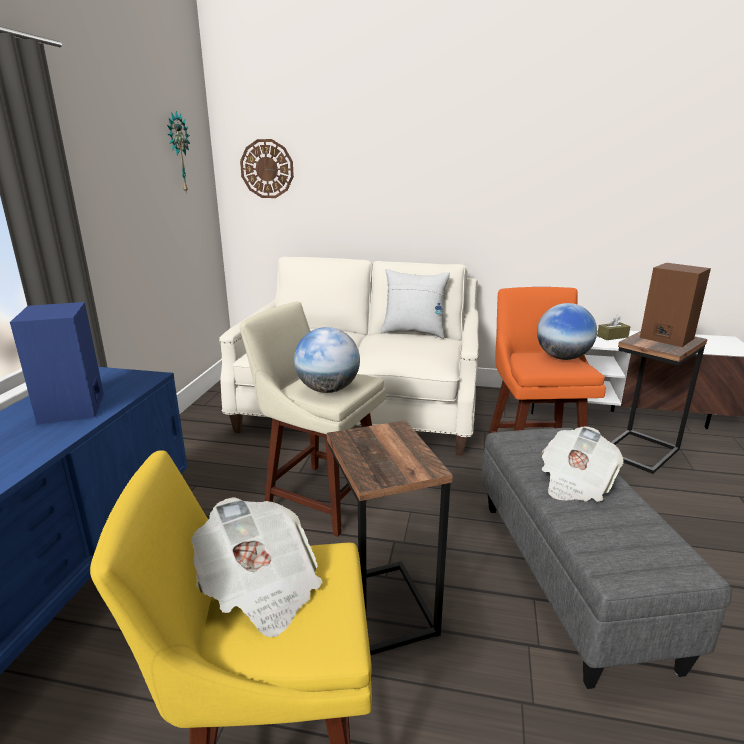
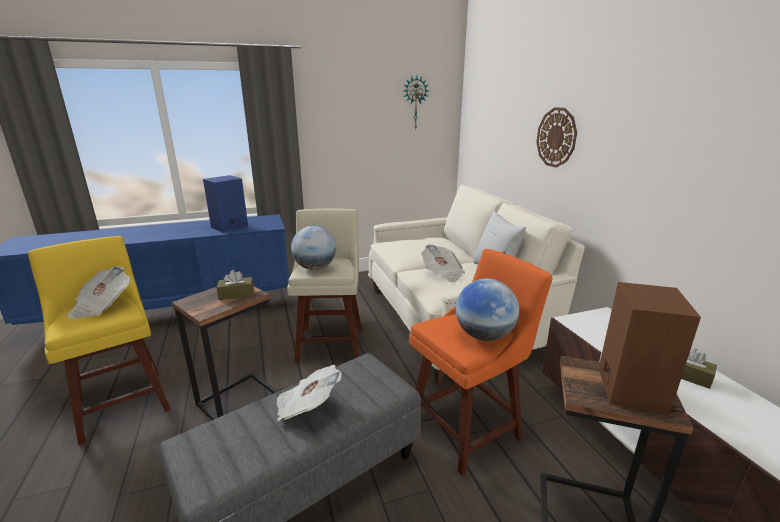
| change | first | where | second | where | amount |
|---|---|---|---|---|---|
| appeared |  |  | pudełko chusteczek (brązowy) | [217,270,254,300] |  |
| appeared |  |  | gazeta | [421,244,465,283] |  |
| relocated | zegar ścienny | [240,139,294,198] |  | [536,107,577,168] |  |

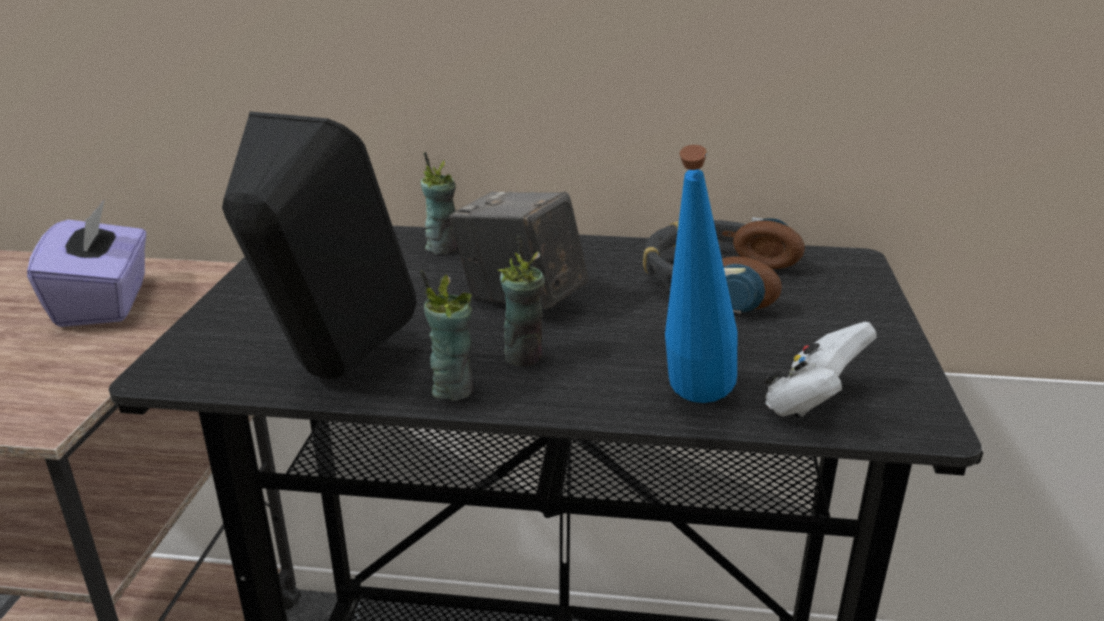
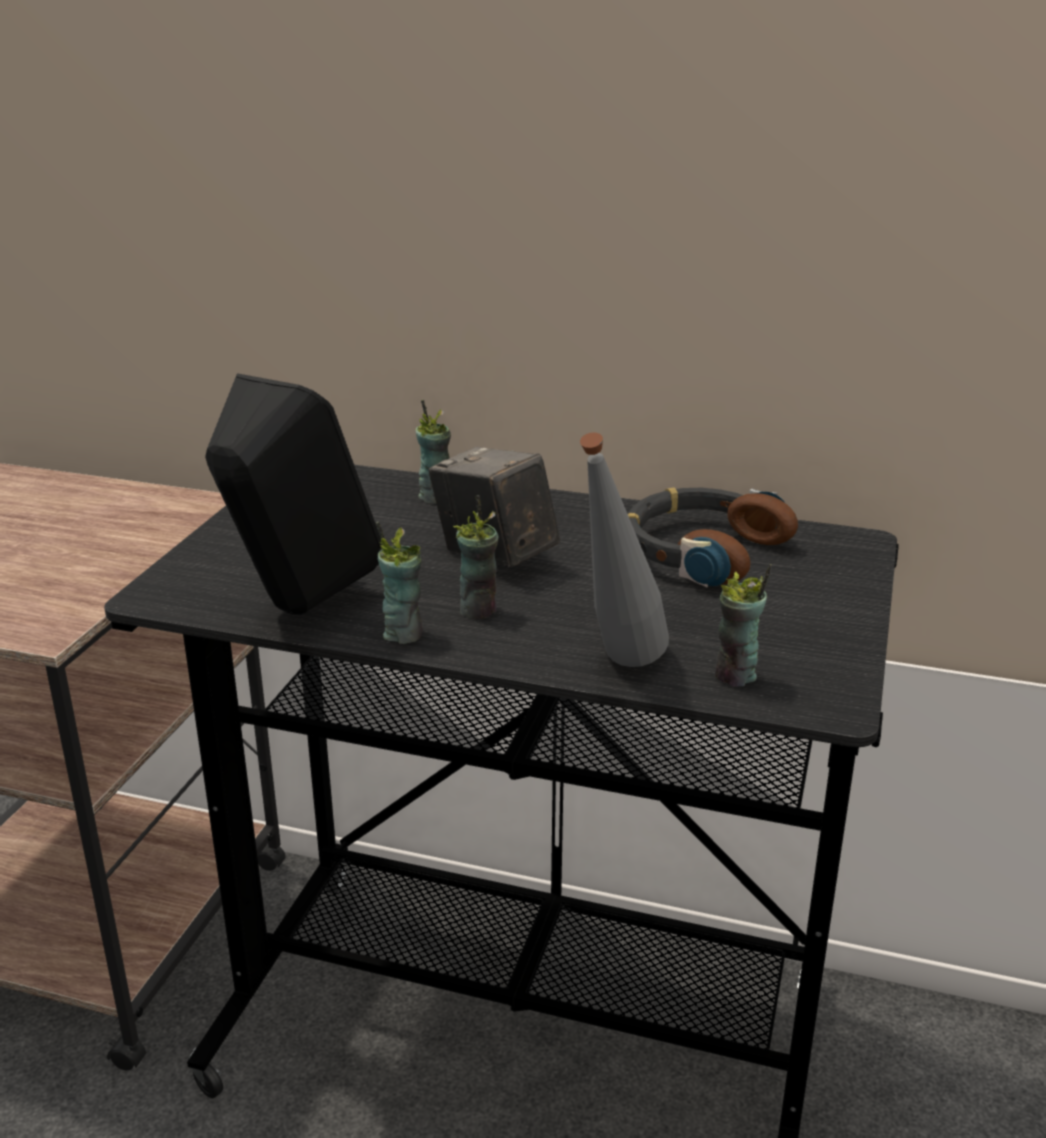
| change | first | where | second | where | amount |
|---|---|---|---|---|---|
| colour | butelka (niebieski) | [665,145,737,403] | butelka (szary) | [580,432,669,667] |  |
| exchanged | pad do gier (biały) | [765,322,877,417] | filiżanka | [715,564,772,686] |  |
| missing | pudełko chusteczek (fioletowy) | [27,200,147,327] |  |  |  |

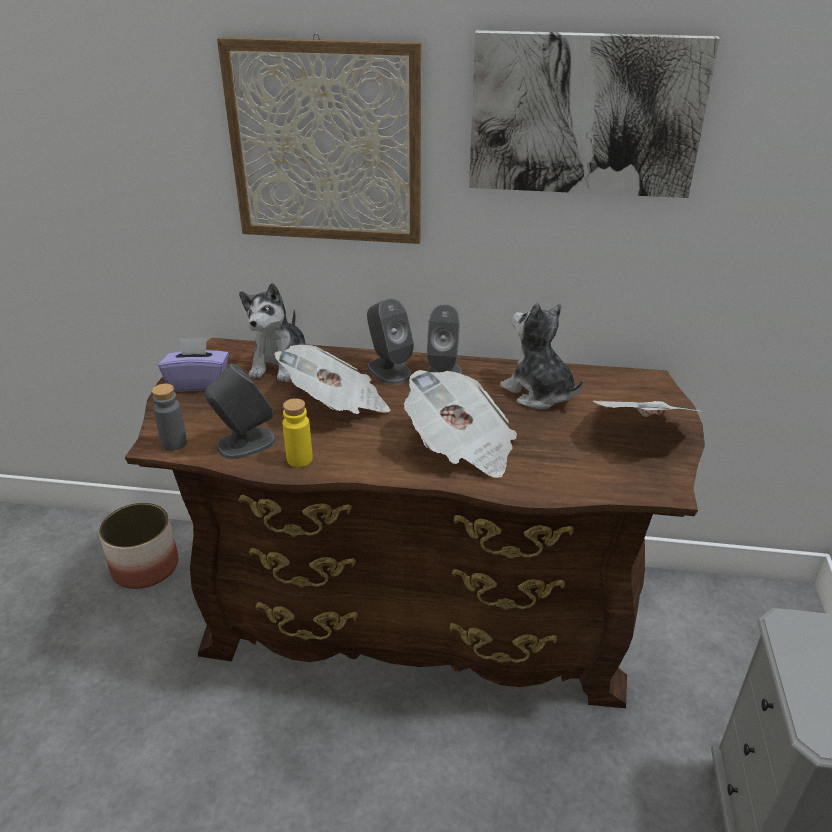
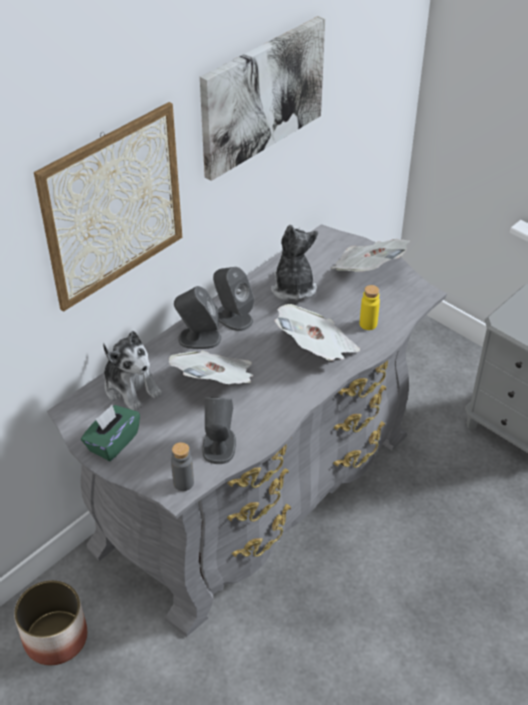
| change | first | where | second | where | amount |
|---|---|---|---|---|---|
| colour | komoda (brązowy) | [124,338,705,708] | komoda (szary) | [47,224,447,637] |  |
| colour | pudełko chusteczek (fioletowy) | [158,338,229,392] | pudełko chusteczek (zielony) | [81,405,140,461] |  |
| spun | pluszak | [500,302,584,409] |  | [271,225,318,300] | 90 degrees clockwise |
| relocated | butelka (żółty) | [282,398,313,467] |  | [360,285,380,330] |  |

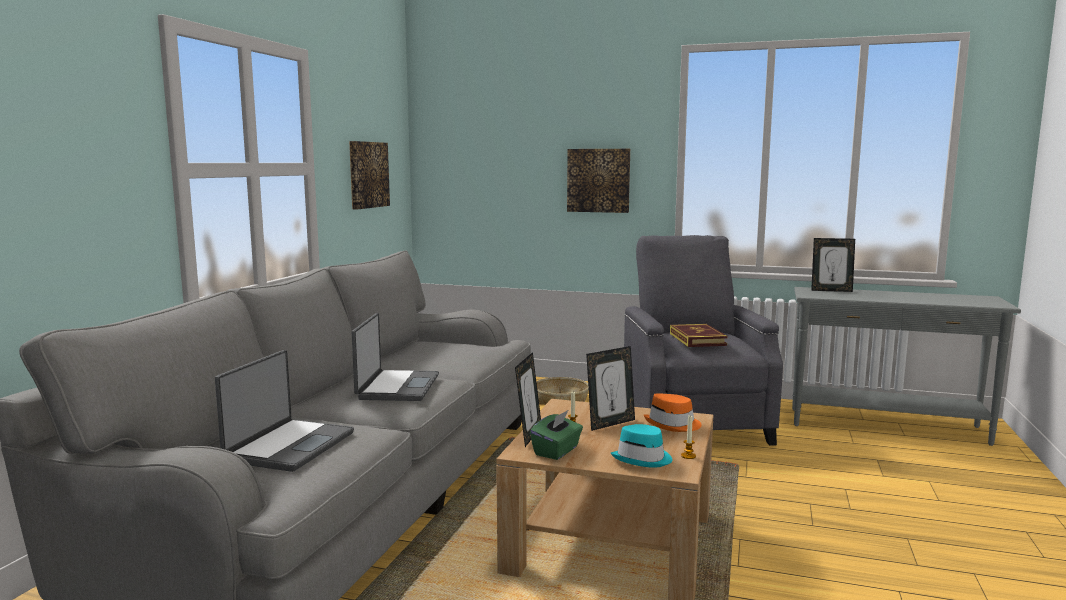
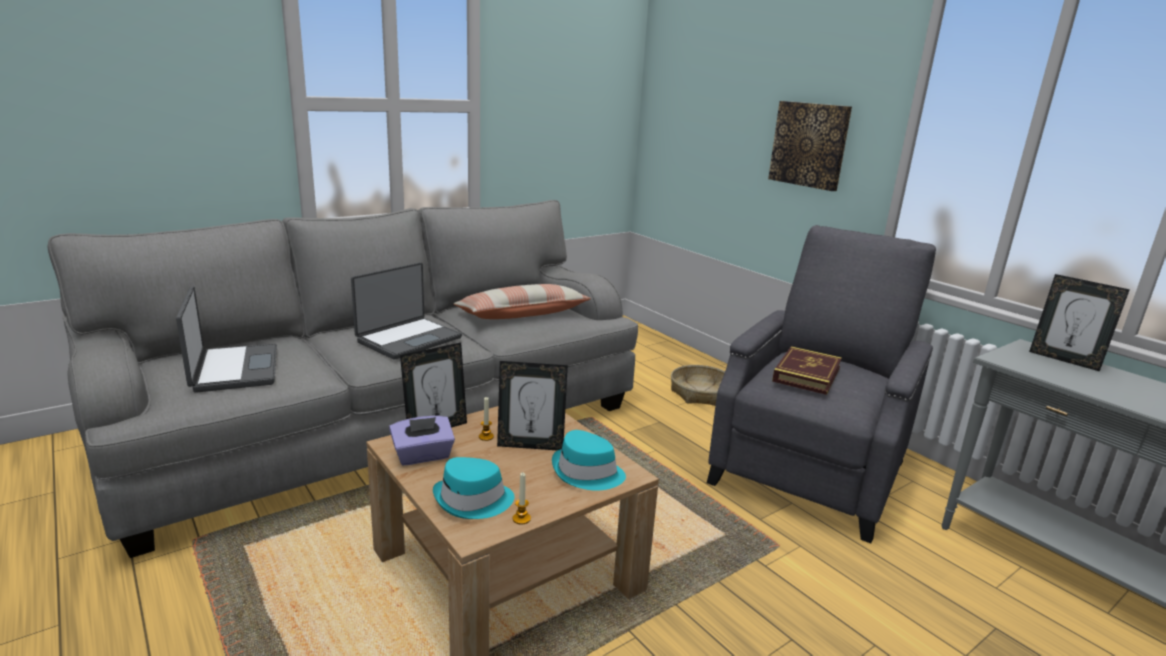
| change | first | where | second | where | amount |
|---|---|---|---|---|---|
| spun | laptop | [215,350,354,472] |  | [176,286,277,393] | 75 degrees counterclockwise |
| colour | pudełko chusteczek (zielony) | [530,410,583,460] | pudełko chusteczek (fioletowy) | [389,416,455,465] |  |
| appeared |  |  | poduszka | [453,284,591,319] |  |
| colour | kapelusz (pomarańczowy) | [643,393,702,432] | kapelusz (turkusowy) | [552,430,626,491] |  |
| missing | obraz | [349,141,390,209] |  |  |  |

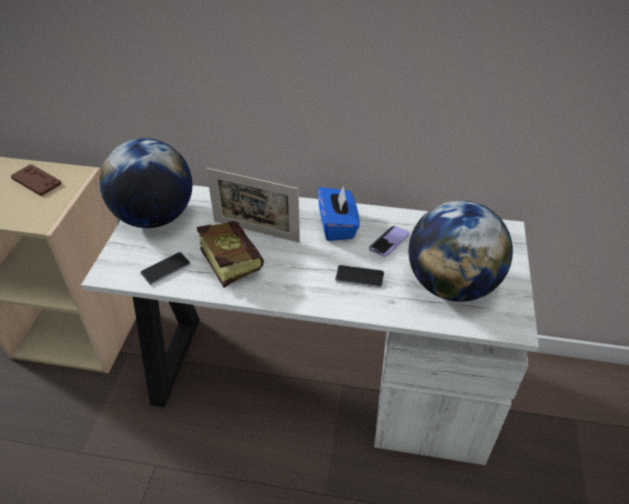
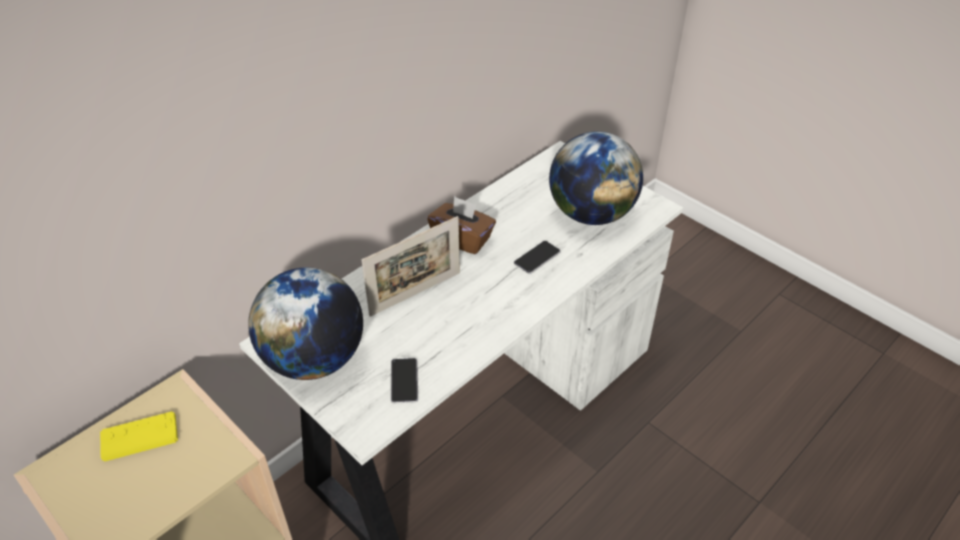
| change | first | where | second | where | amount |
|---|---|---|---|---|---|
| colour | pad do gier (brązowy) | [11,164,61,196] | pad do gier (żółty) | [100,411,178,462] |  |
| colour | pudełko chusteczek (niebieski) | [318,185,360,241] | pudełko chusteczek (brązowy) | [427,196,496,254] |  |
| missing | książka | [197,221,264,288] |  |  |  |
| missing | telefon | [369,226,409,257] |  |  |  |

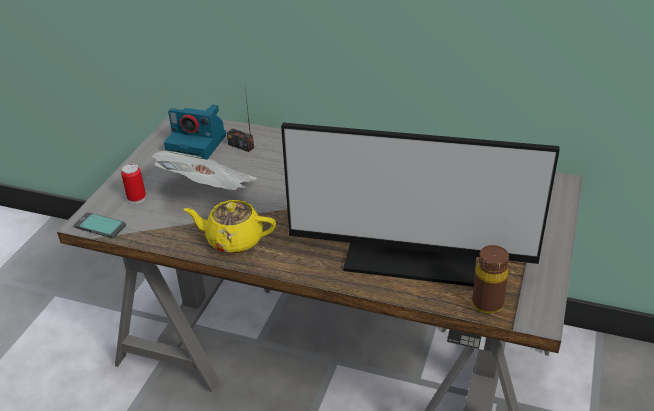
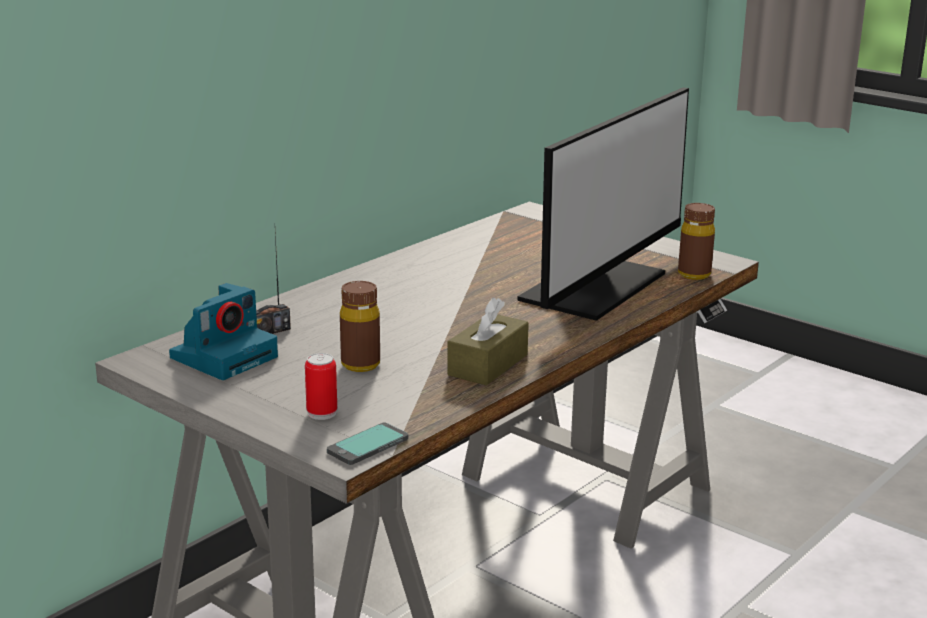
| change | first | where | second | where | amount |
|---|---|---|---|---|---|
| exchanged | gazeta | [152,150,257,191] | butelka (brązowy) | [340,281,380,372] |  |
| exchanged | imbryk (żółty) | [183,200,276,254] | pudełko chusteczek (brązowy) | [447,298,529,386] |  |

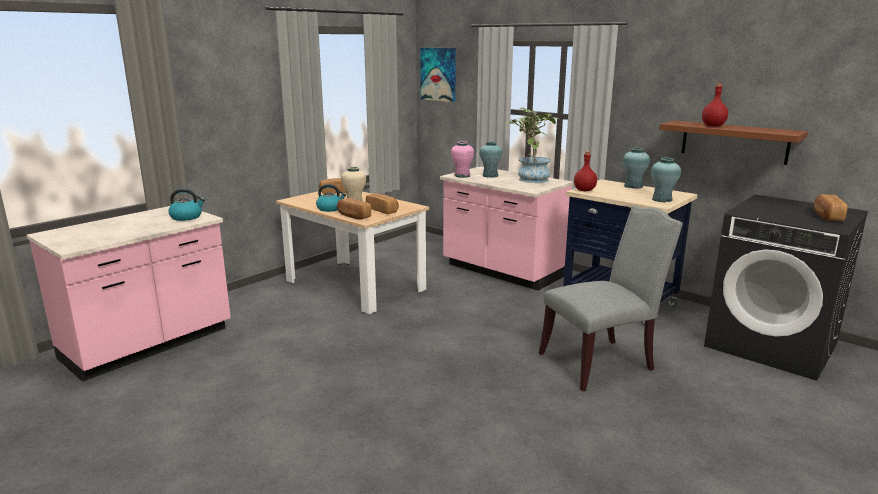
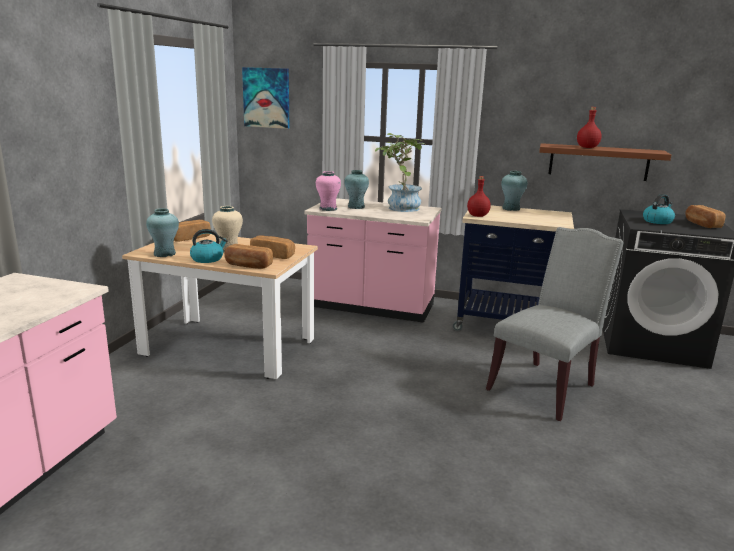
| change | first | where | second | where | amount |
|---|---|---|---|---|---|
| relocated | wazon (turkusowy) | [651,157,681,202] |  | [146,208,179,257] |  |
| relocated | czajnik | [168,188,205,221] |  | [643,194,675,224] |  |

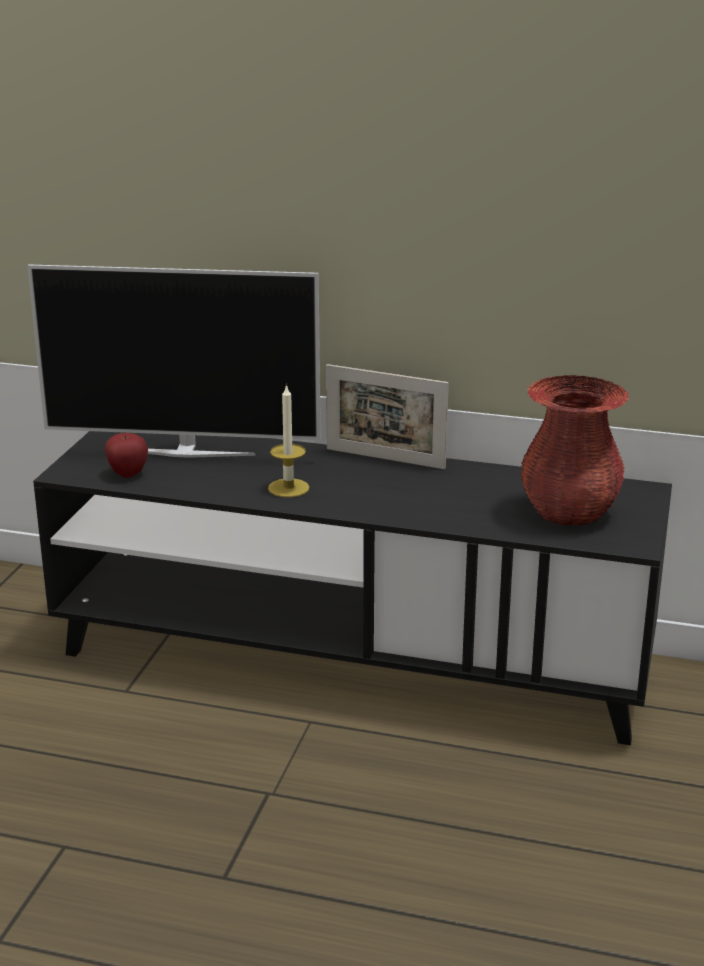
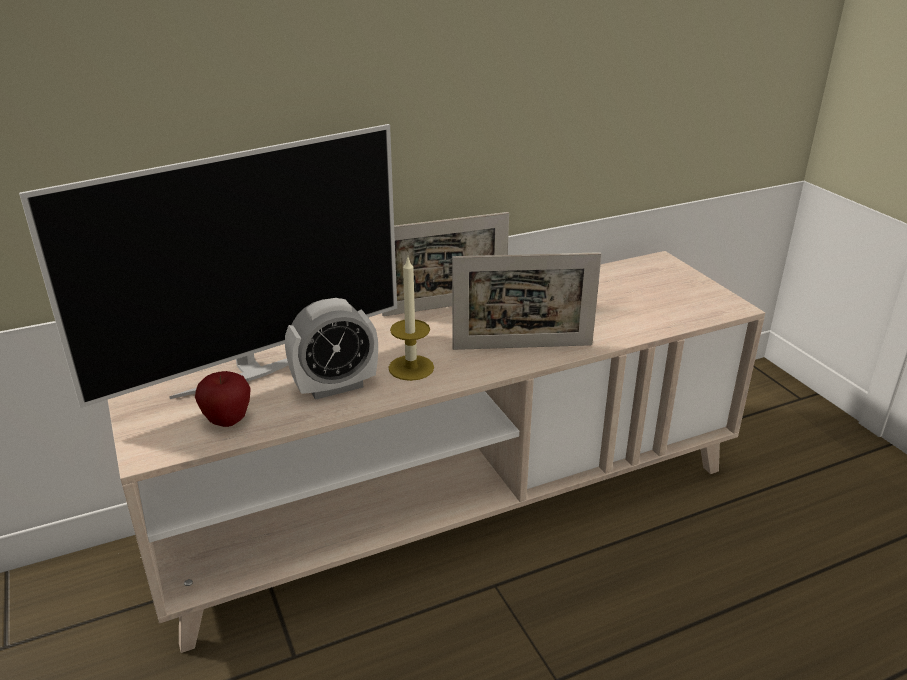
| change | first | where | second | where | amount |
|---|---|---|---|---|---|
| colour | szafka pod telewizor (czarny) | [33,431,672,745] | szafka pod telewizor (beżowy) | [108,251,765,653] |  |
| appeared |  |  | budzik | [285,298,378,400] |  |
| appeared |  |  | ramka na zdjęcie | [452,252,602,350] |  |
| missing | wazon (czerwony) | [520,375,629,526] |  |  |  |

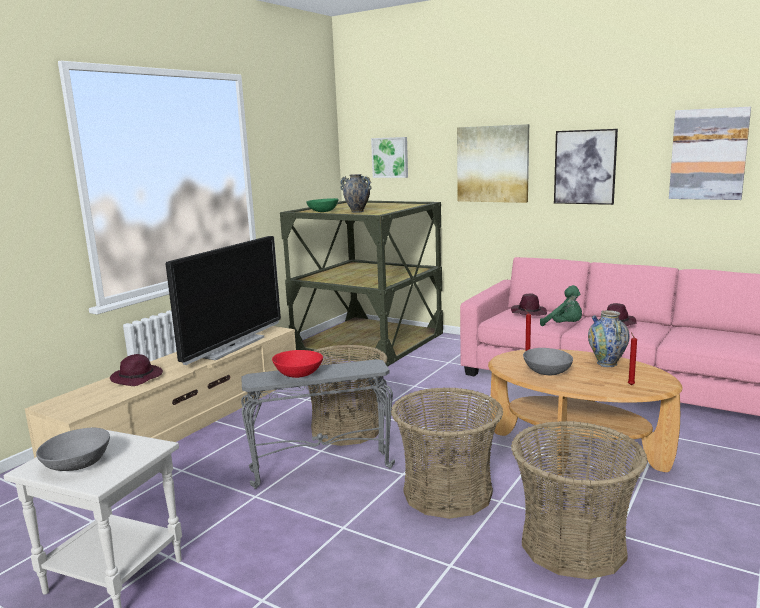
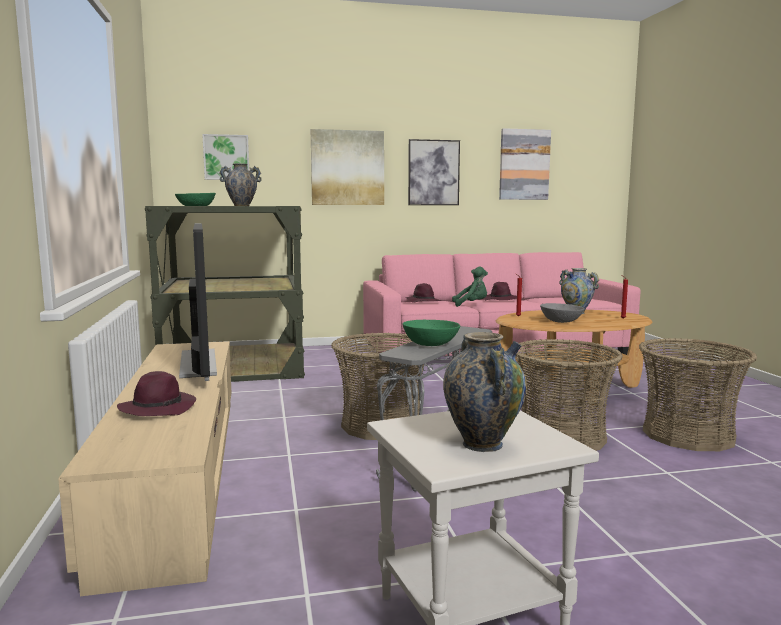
| change | first | where | second | where | amount |
|---|---|---|---|---|---|
| colour | miska (czerwony) | [272,350,323,378] | miska (zielony) | [402,320,460,346] |  |
| exchanged | miska (szary) | [36,428,110,471] | wazon | [443,332,527,452] |  |

